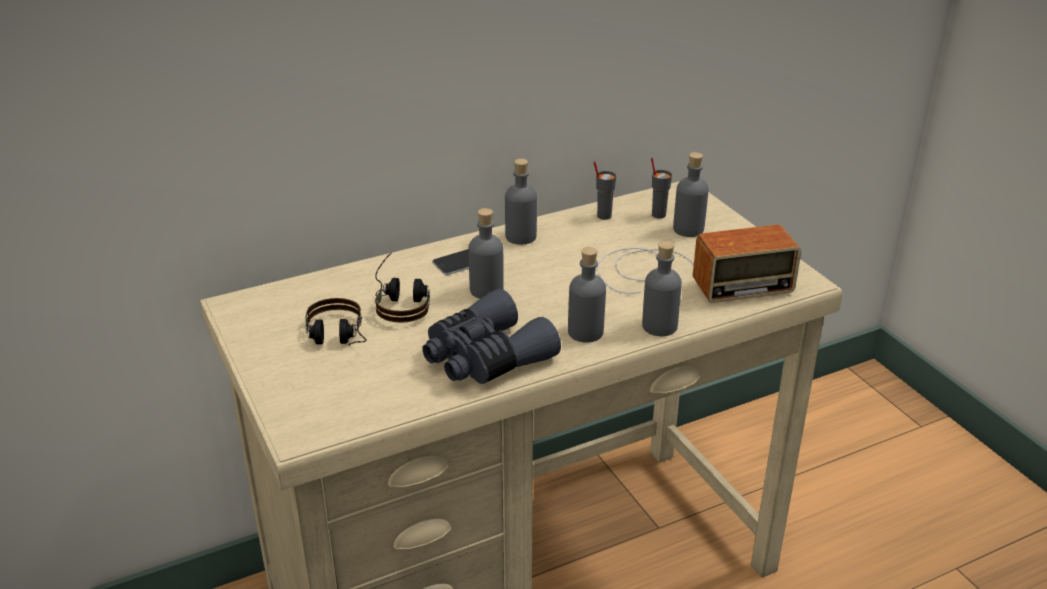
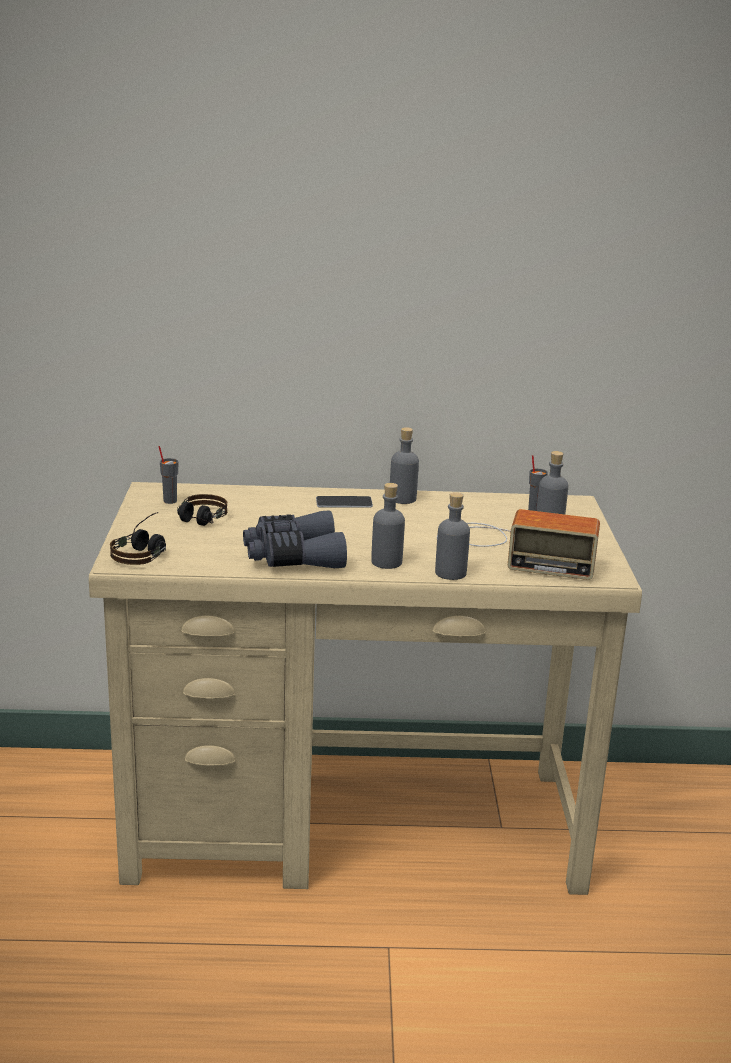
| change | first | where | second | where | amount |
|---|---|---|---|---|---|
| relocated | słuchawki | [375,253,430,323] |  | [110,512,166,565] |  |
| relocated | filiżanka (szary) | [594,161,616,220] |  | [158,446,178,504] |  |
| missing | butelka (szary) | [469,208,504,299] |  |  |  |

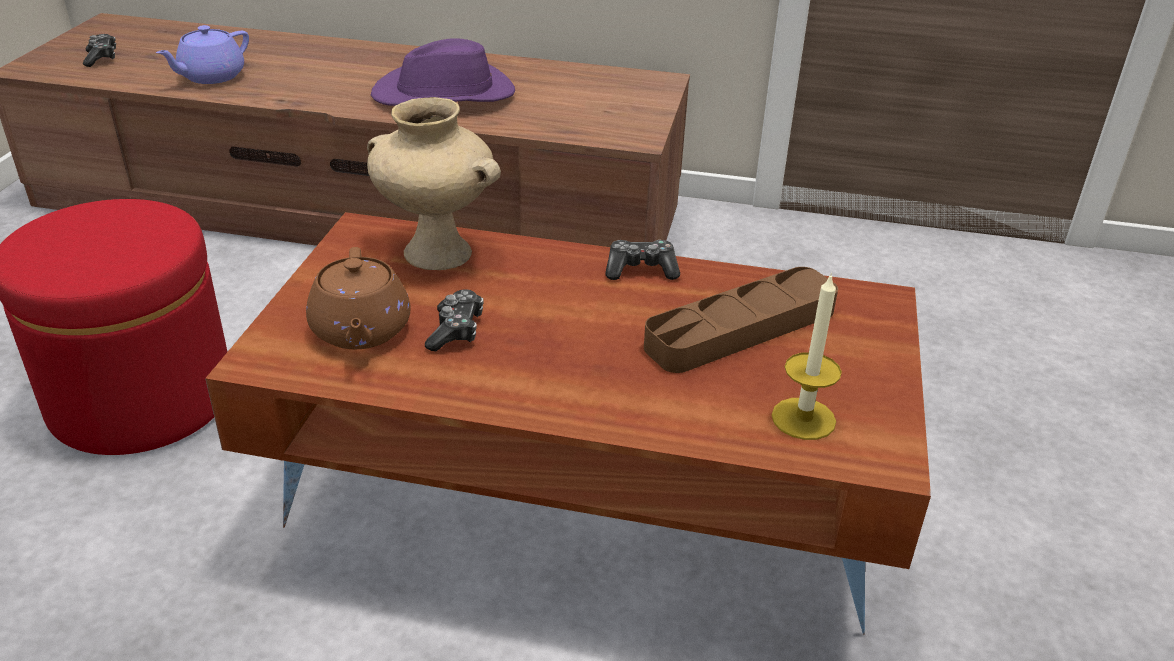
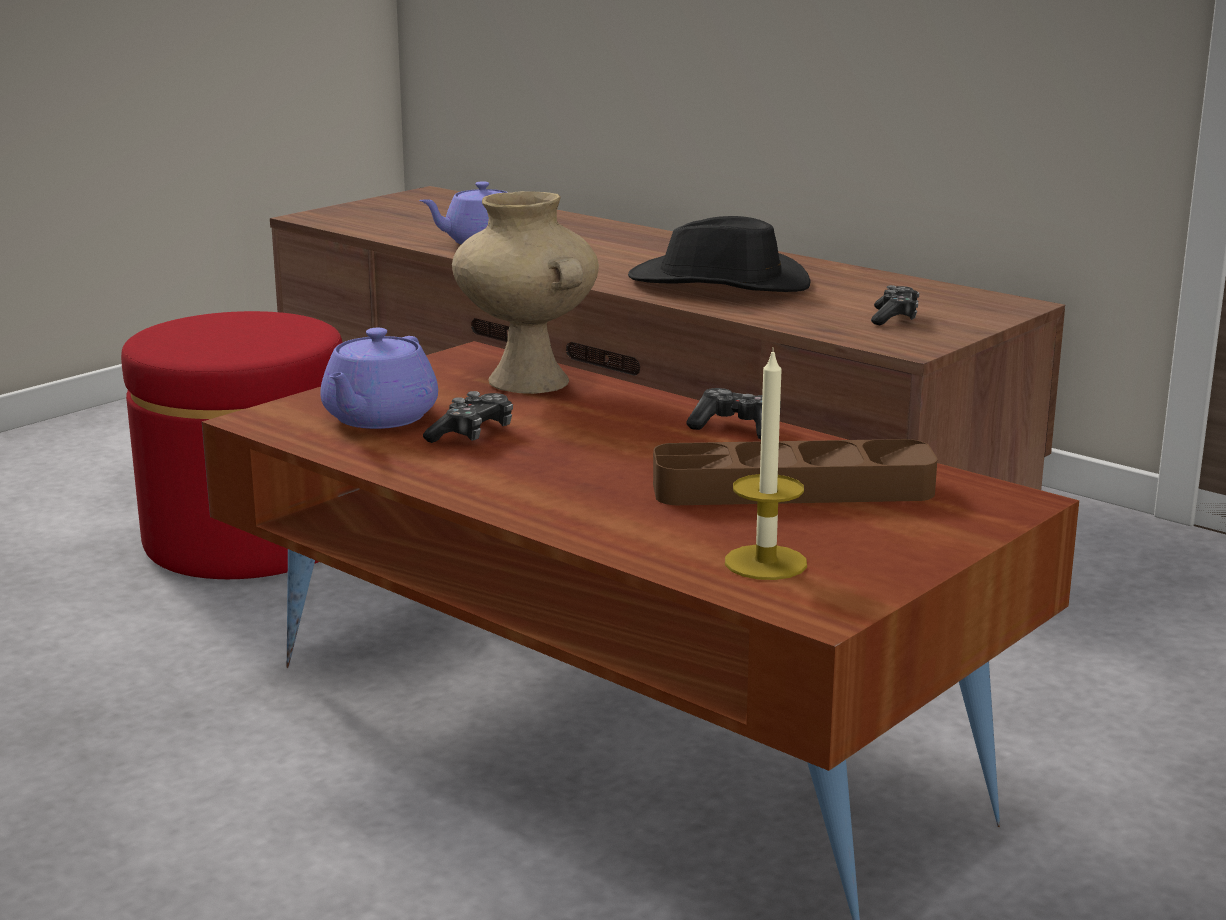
| change | first | where | second | where | amount |
|---|---|---|---|---|---|
| colour | imbryk (brązowy) | [306,247,411,349] | imbryk (fioletowy) | [320,328,438,429] |  |
| colour | kapelusz (fioletowy) | [371,38,515,106] | kapelusz (czarny) | [628,216,811,292] |  |
| relocated | pad do gier | [83,34,116,67] |  | [871,285,920,326] |  |

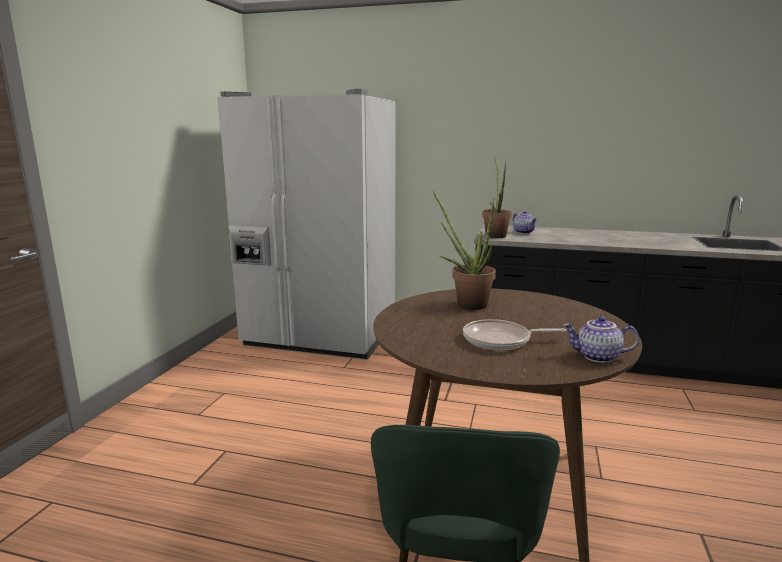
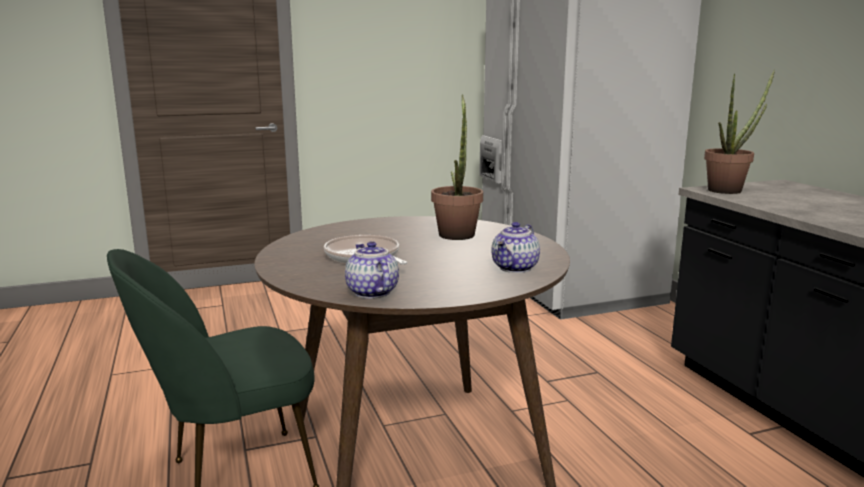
| change | first | where | second | where | amount |
|---|---|---|---|---|---|
| relocated | imbryk | [513,211,537,234] |  | [491,222,540,273] |  |

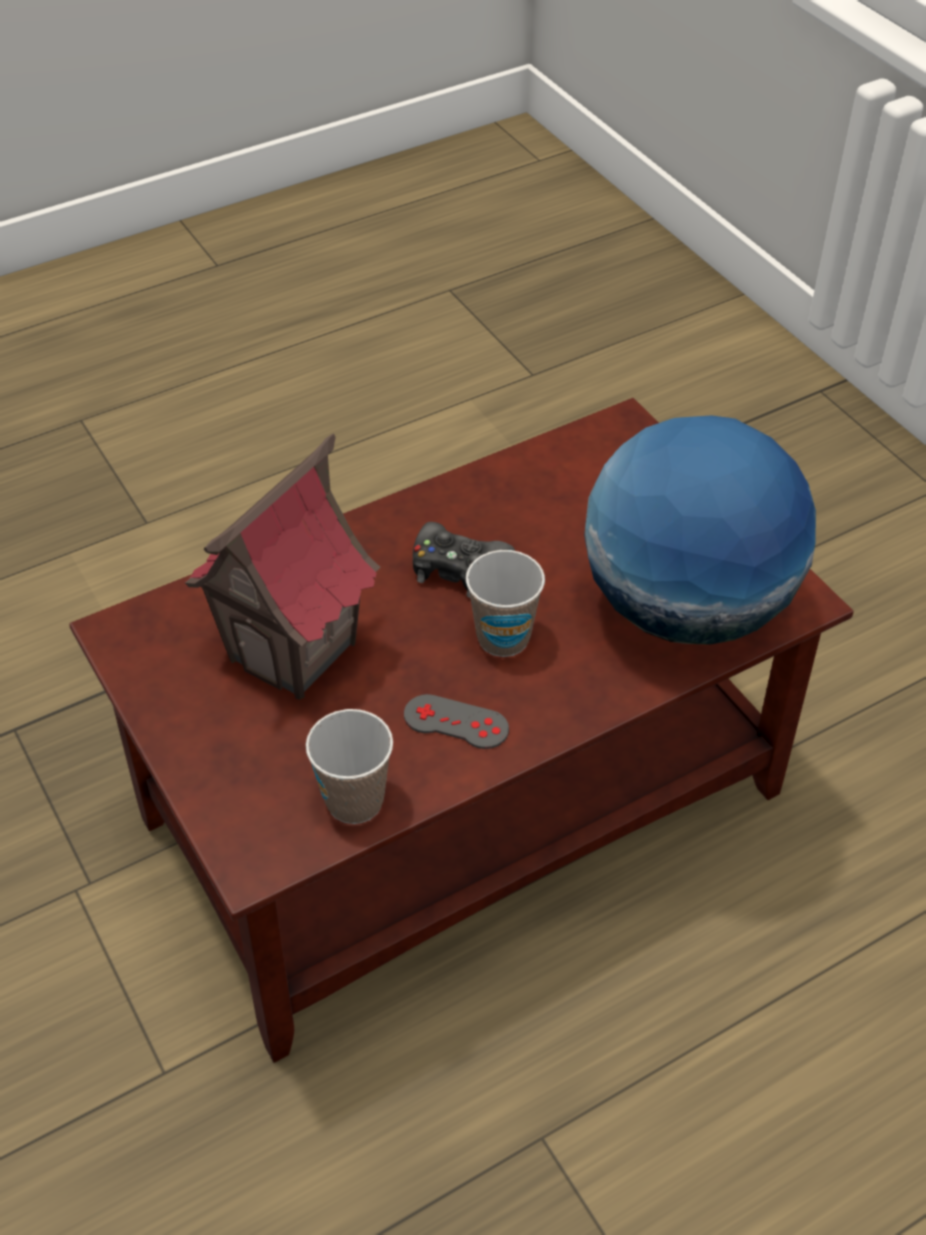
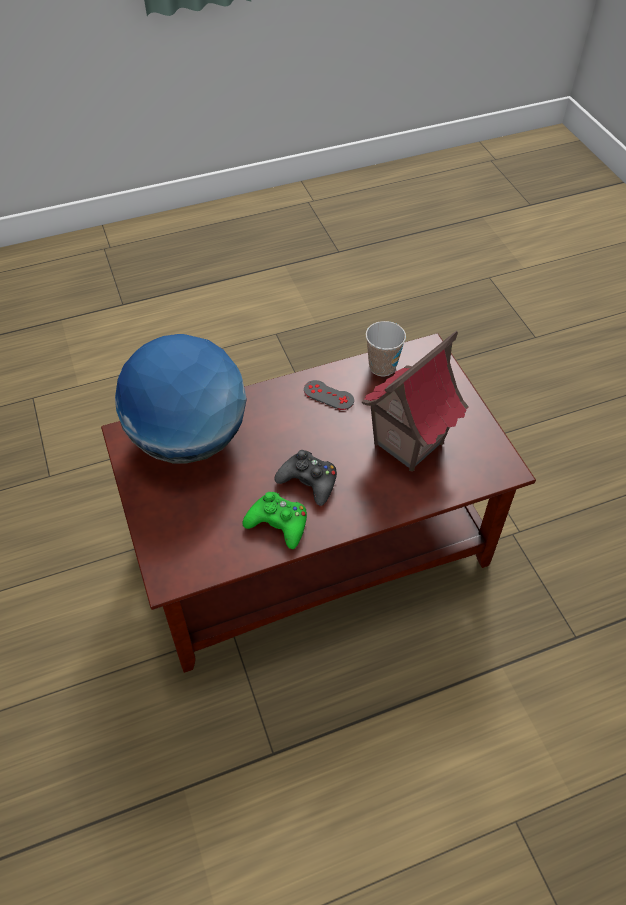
| change | first | where | second | where | amount |
|---|---|---|---|---|---|
| appeared |  |  | pad do gier (zielony) | [243,492,307,549] |  |
| missing | filiżanka | [466,550,545,657] |  |  |  |

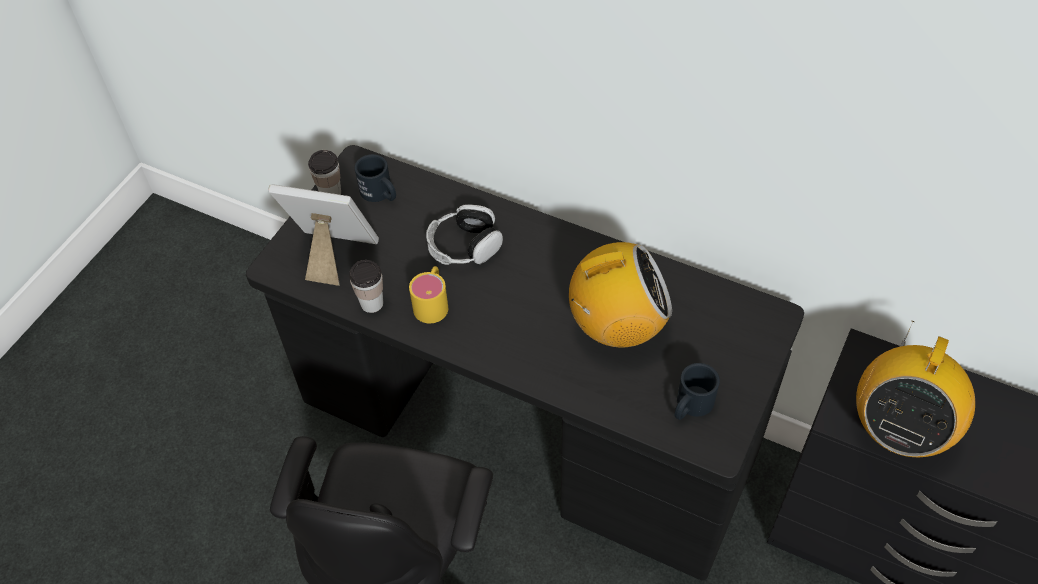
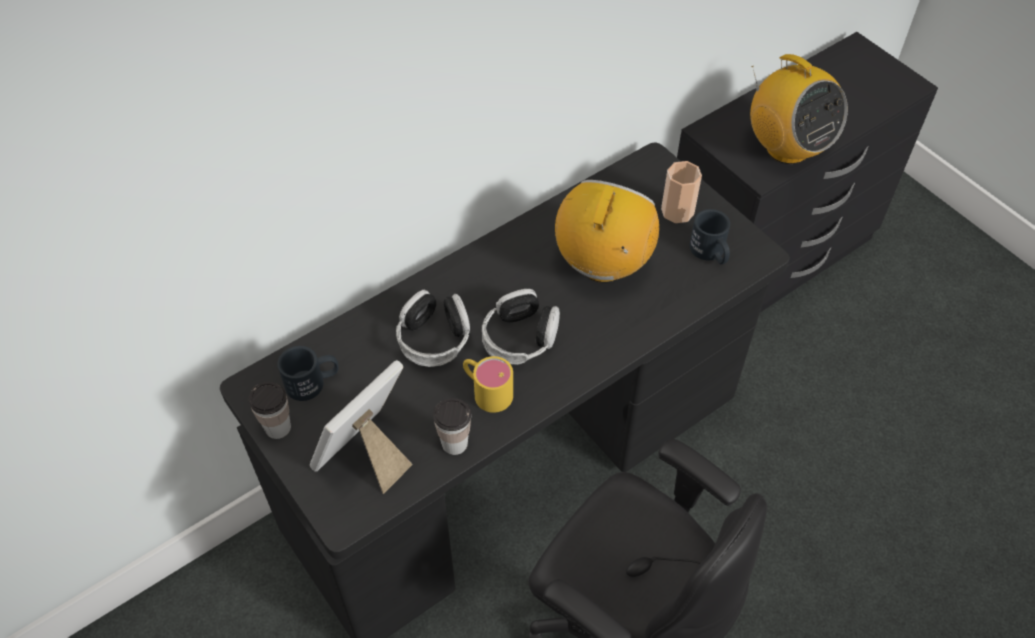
| change | first | where | second | where | amount |
|---|---|---|---|---|---|
| appeared |  |  | słuchawki | [482,289,560,365] |  |
| appeared |  |  | filiżanka | [661,161,702,223] |  |

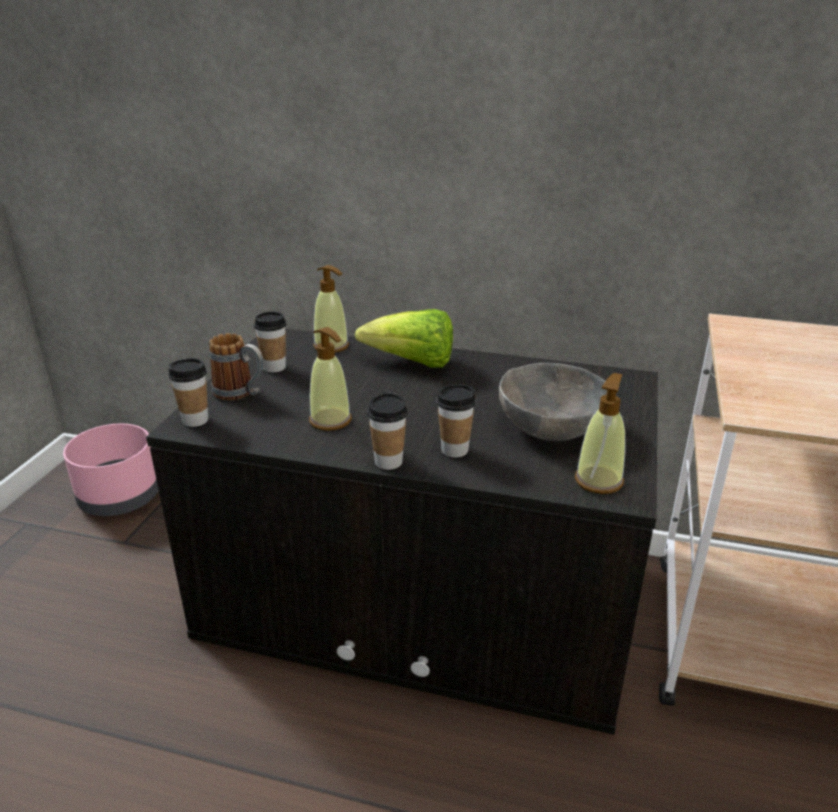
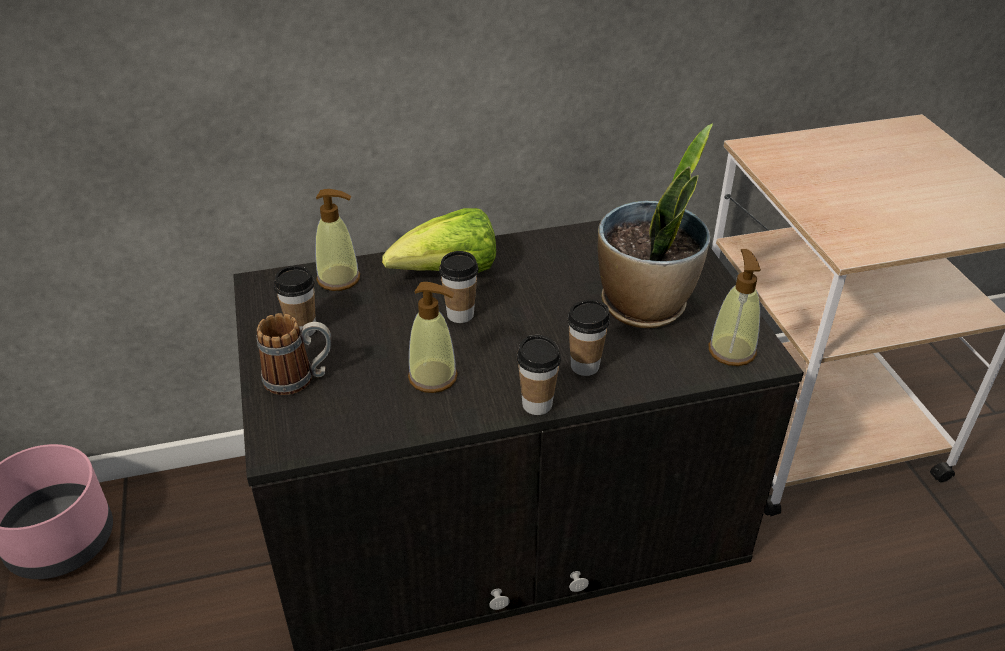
| change | first | where | second | where | amount |
|---|---|---|---|---|---|
| relocated | filiżanka | [168,358,208,427] |  | [439,251,479,323] |  |
| exchanged | miska (szary) | [499,363,607,441] | roślina doniczkowa | [598,124,713,328] |  |

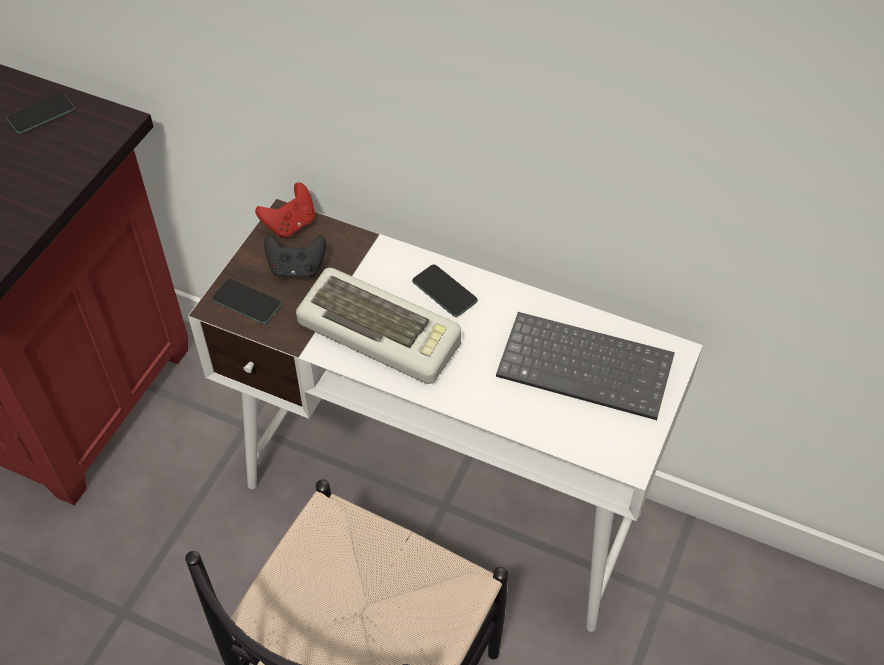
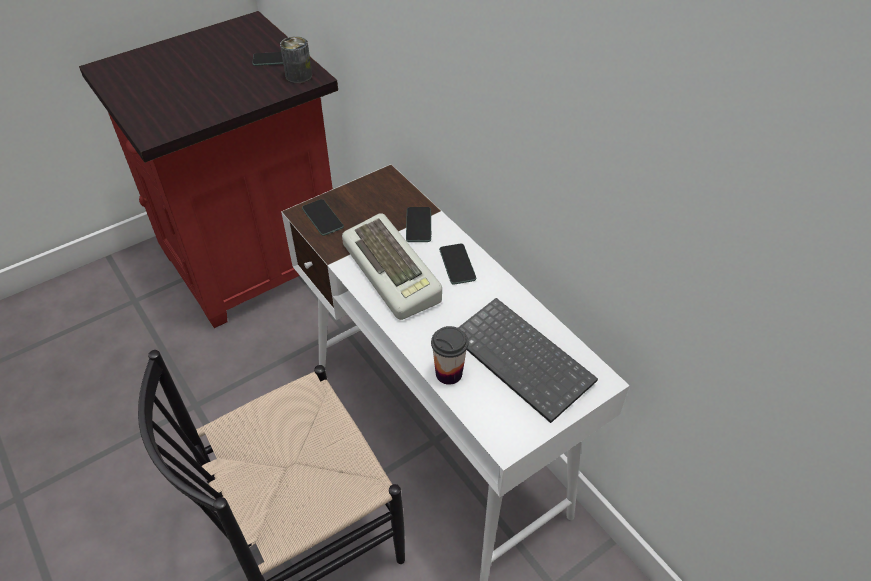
| change | first | where | second | where | amount |
|---|---|---|---|---|---|
| appeared |  |  | puszka | [280,36,312,83] |  |
| appeared |  |  | telefon | [406,207,431,242] |  |
| appeared |  |  | filiżanka | [431,326,468,385] |  |
| missing | pad do gier (czerwony) | [255,182,315,238] |  |  |  |
| missing | pad do gier (czarny) | [264,234,326,278] |  |  |  |

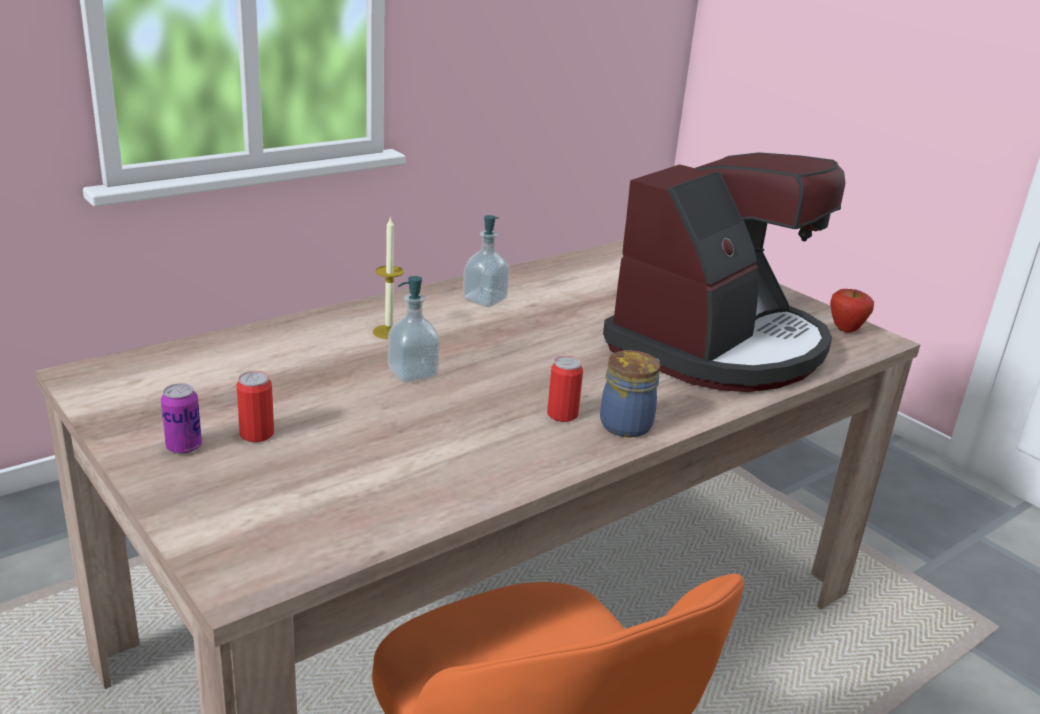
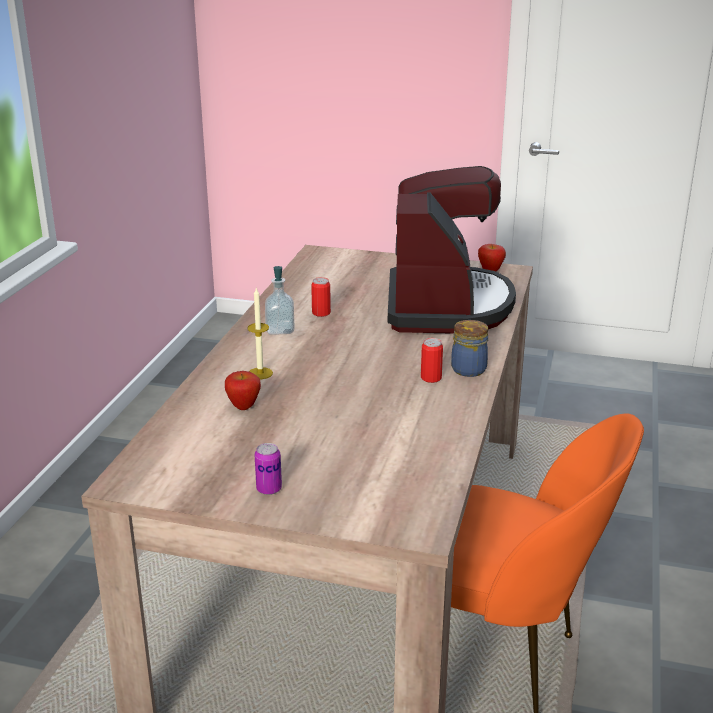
| change | first | where | second | where | amount |
|---|---|---|---|---|---|
| appeared |  |  | jabłko | [225,371,261,410] |  |
| relocated | puszka | [236,371,274,442] |  | [311,277,331,317] |  |
| missing | dozownik mydła | [388,276,440,383] |  |  |  |

